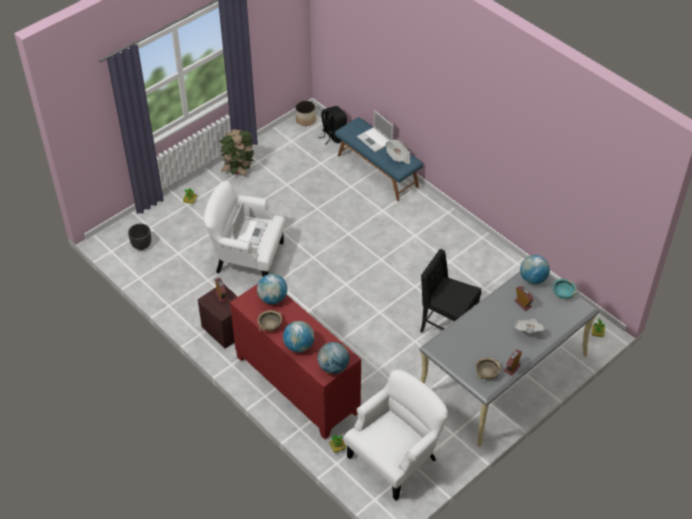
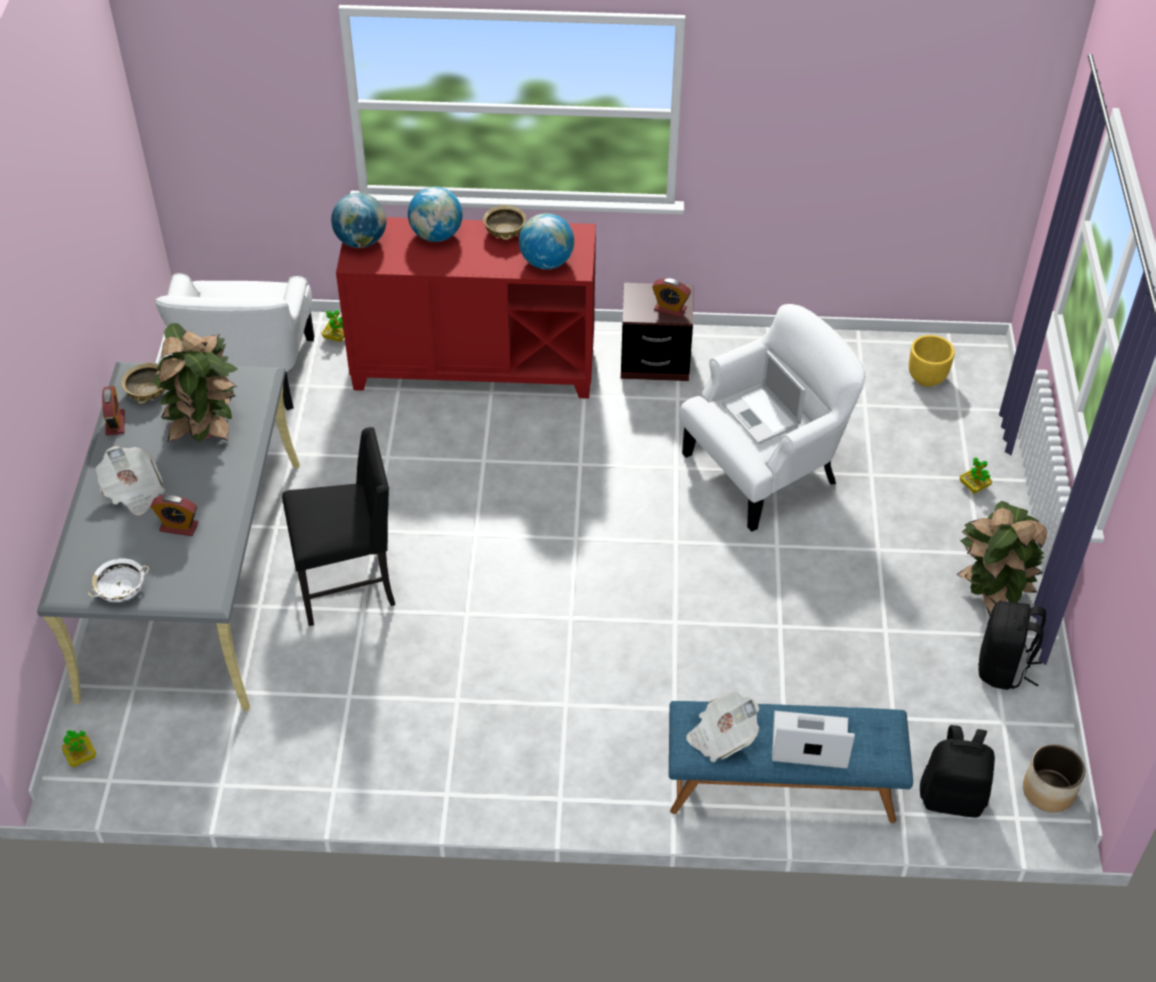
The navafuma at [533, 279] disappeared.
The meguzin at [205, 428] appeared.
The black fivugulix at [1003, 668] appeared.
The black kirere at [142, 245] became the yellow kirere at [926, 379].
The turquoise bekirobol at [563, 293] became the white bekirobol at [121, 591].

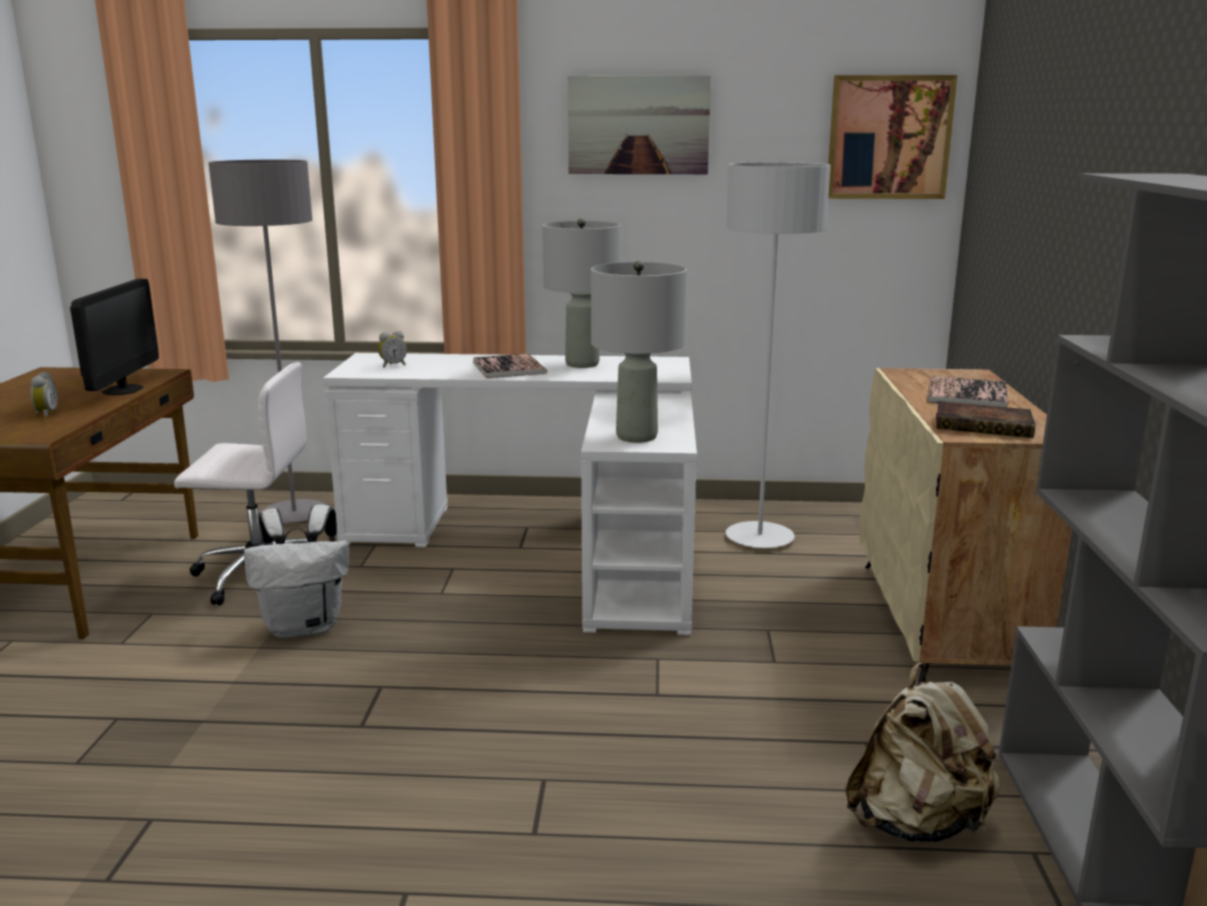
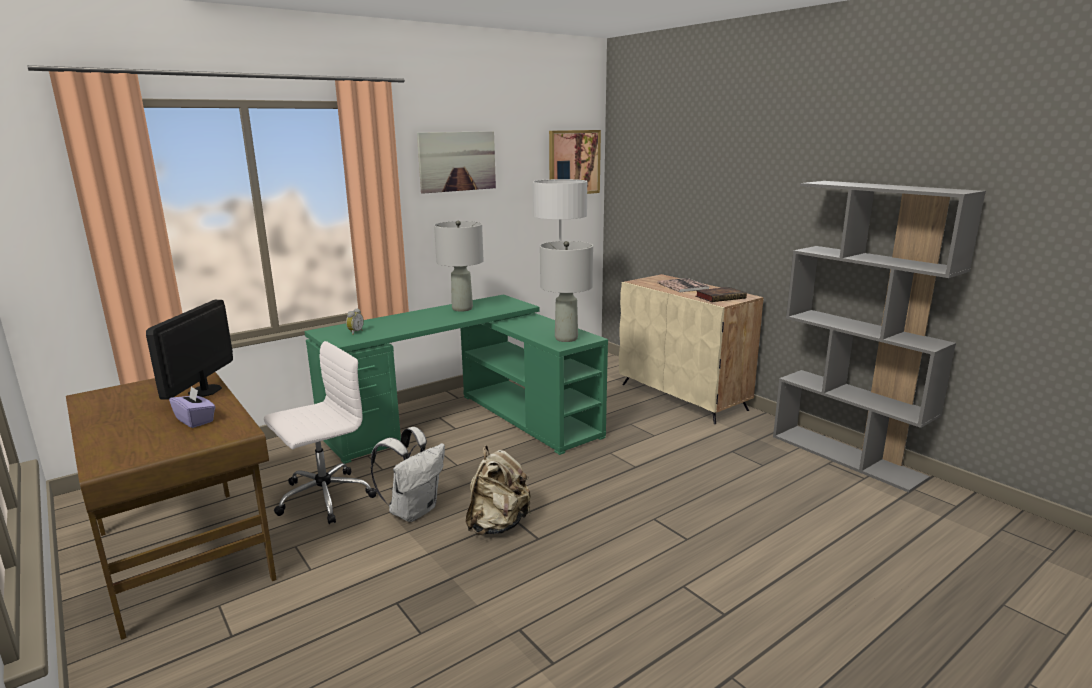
The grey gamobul at [294, 514] disappeared.
The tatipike at [509, 368] disappeared.
The beige fivugulix moved from [917, 823] to [498, 525].
The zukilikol at [45, 414] was replaced by the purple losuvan at [195, 420].
The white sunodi at [551, 544] became the green sunodi at [469, 421].
The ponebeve at [122, 390] turned 135 degrees counterclockwise.

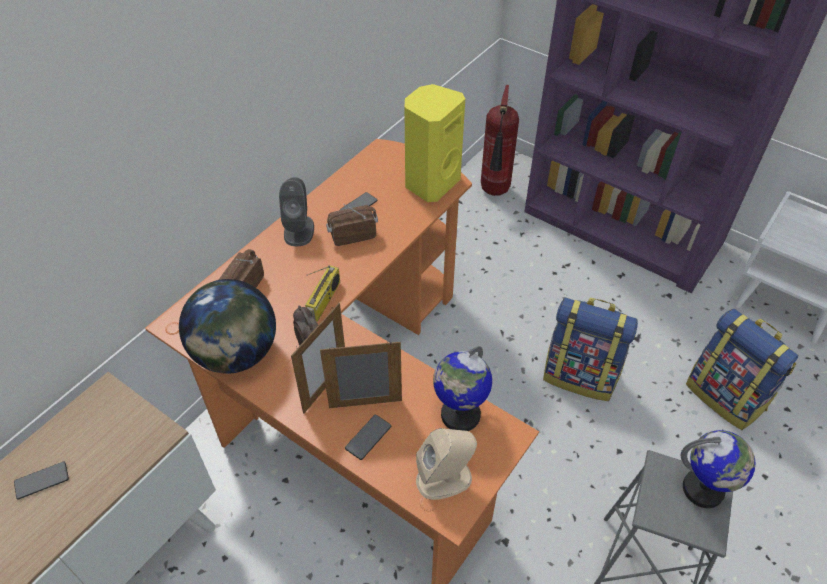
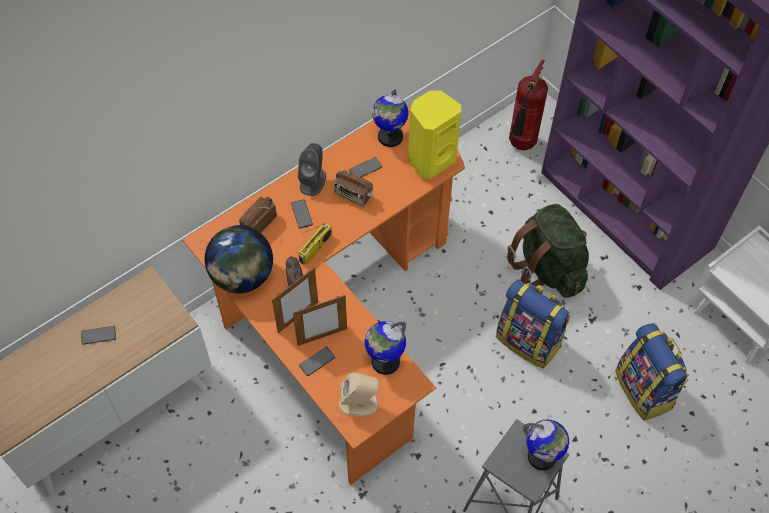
The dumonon at [301, 214] appeared.
The navafuma at [390, 137] appeared.
The green fivugulix at [548, 268] appeared.
The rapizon at [365, 404] turned 150 degrees clockwise.
The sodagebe at [353, 235] turned 150 degrees counterclockwise.

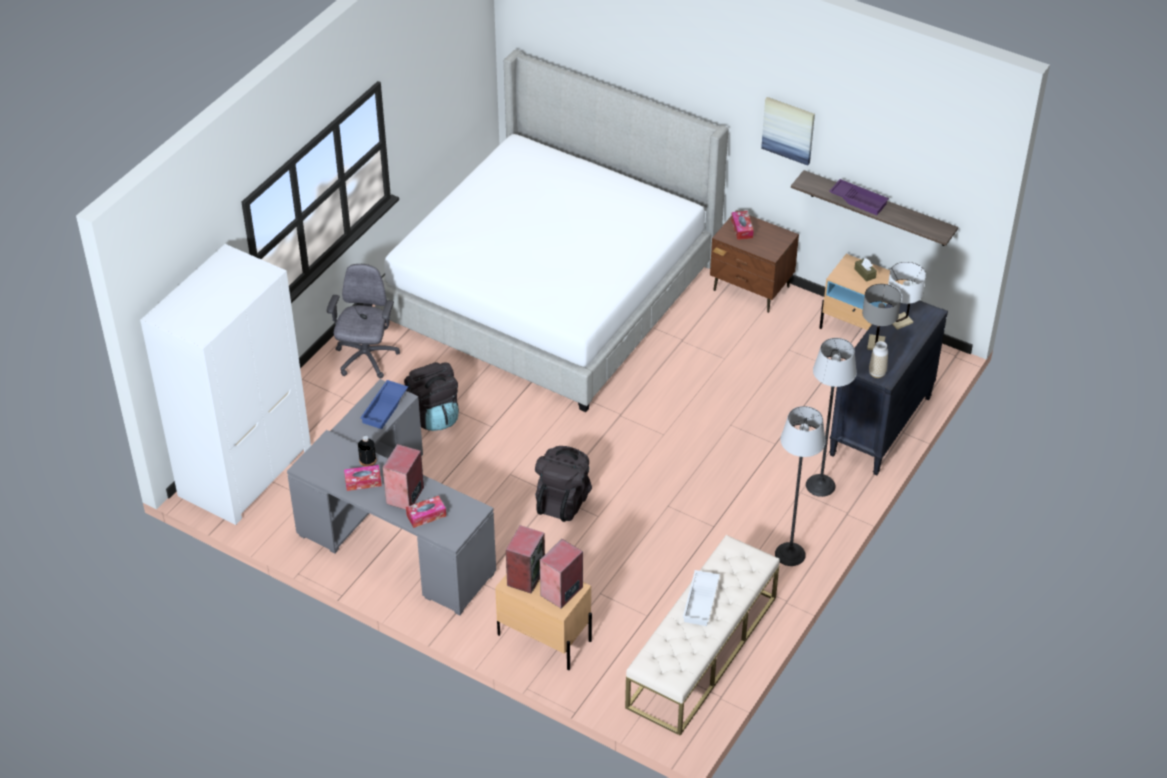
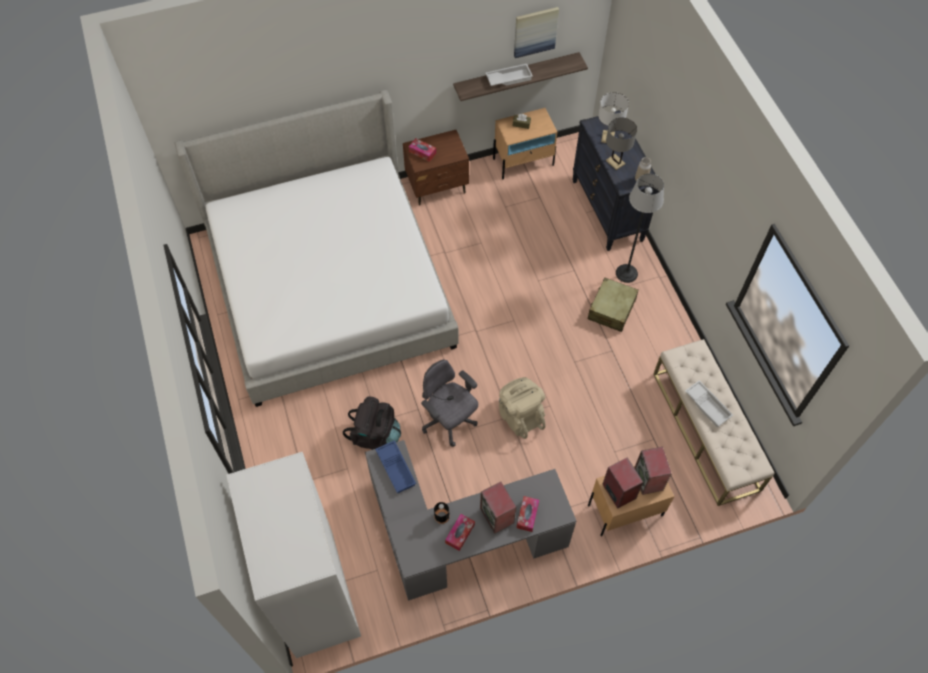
The gamobul at [790, 554] disappeared.
The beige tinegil at [611, 309] appeared.
The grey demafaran moved from [366, 359] to [449, 421].
The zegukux moved from [788, 130] to [535, 31].
The black fivugulix at [563, 501] became the beige fivugulix at [520, 415].
The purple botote at [859, 200] became the white botote at [509, 78].

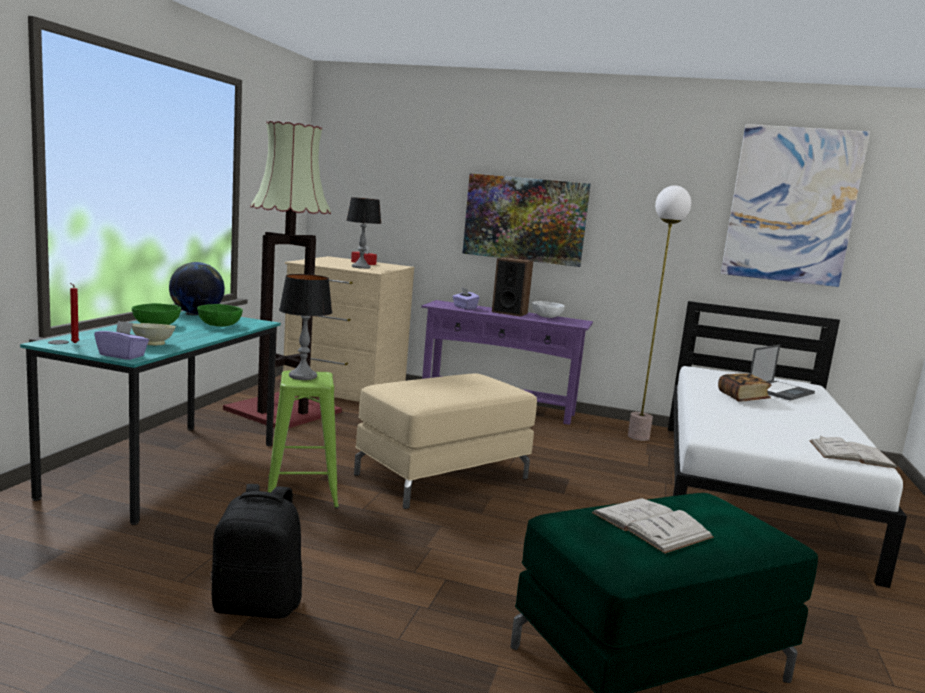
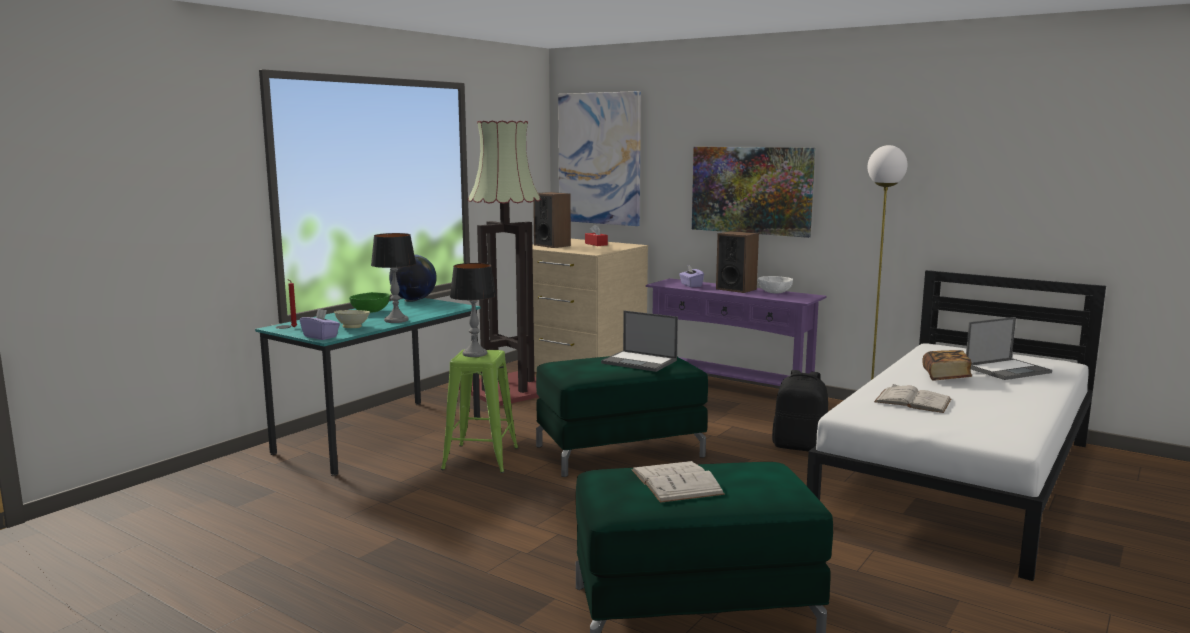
The green bekirobol at [219, 325] disappeared.
The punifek at [552, 245] appeared.
The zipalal at [640, 362] appeared.
The black fivugulix moved from [258, 605] to [800, 446].
The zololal moved from [361, 267] to [396, 320].
The zegukux moved from [791, 205] to [599, 158].
The white tatipike moved from [851, 454] to [913, 400].
The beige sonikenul at [442, 476] became the green sonikenul at [619, 451].

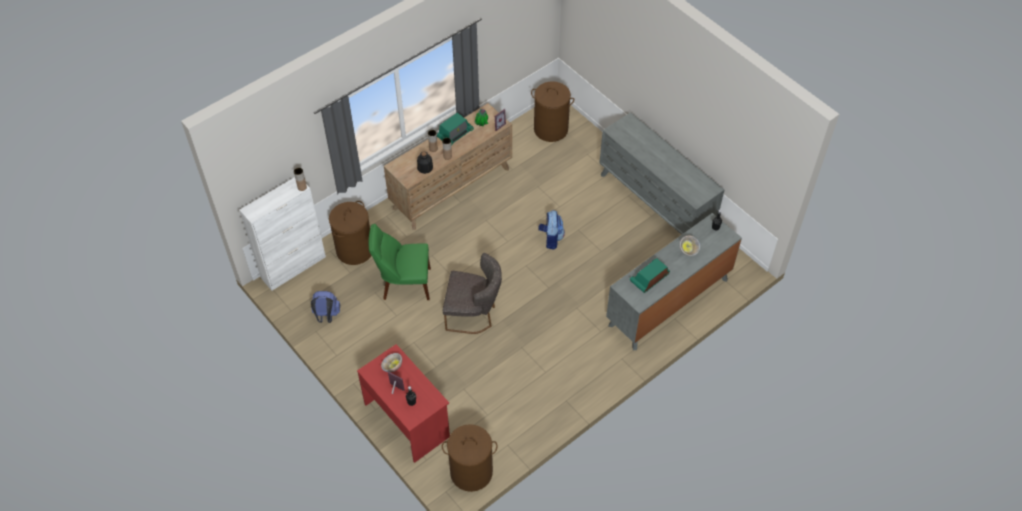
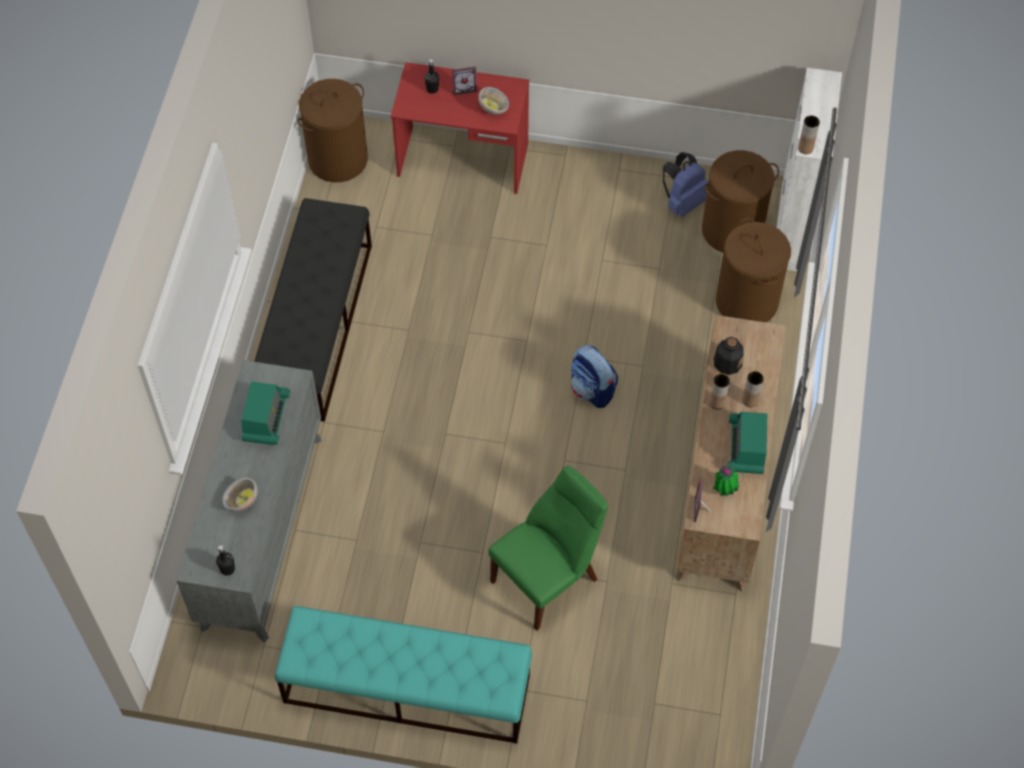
The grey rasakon at [473, 314] disappeared.
The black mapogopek at [317, 325] appeared.
The green rasakon moved from [404, 284] to [548, 578].
The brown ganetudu moved from [551, 129] to [732, 230].
The fivugulix moved from [551, 238] to [592, 390].
The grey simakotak at [655, 202] was replaced by the turquoise mapogopek at [406, 689].

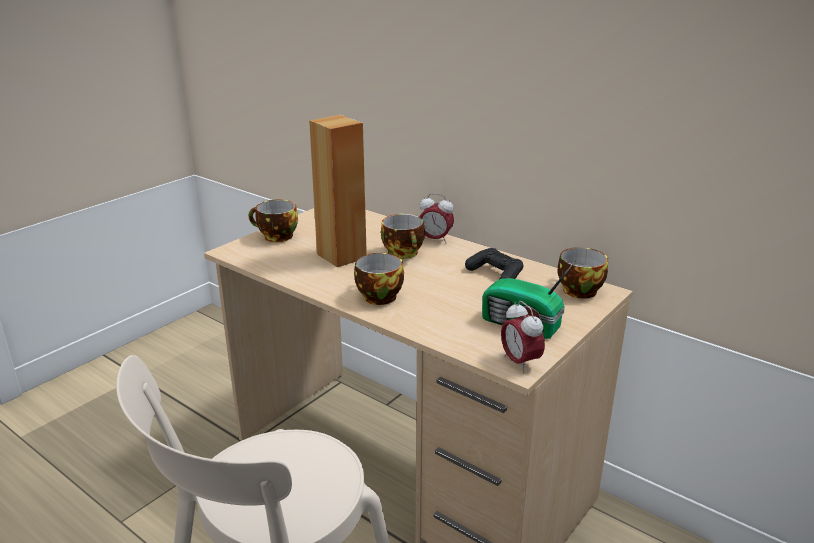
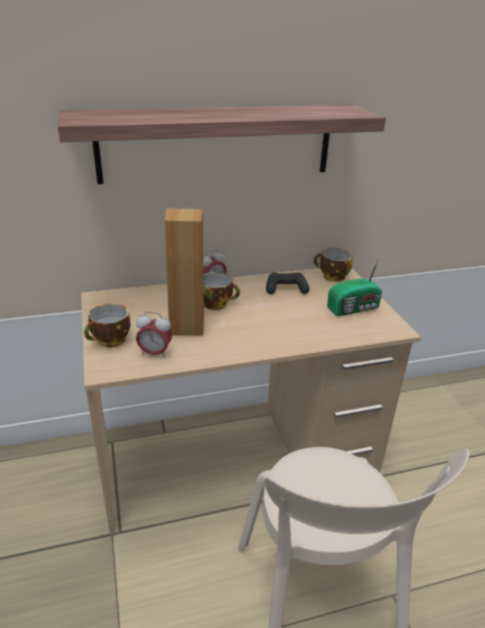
The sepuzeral at [377, 296] disappeared.
The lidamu at [217, 143] appeared.
The zukilikol moved from [520, 362] to [155, 353].

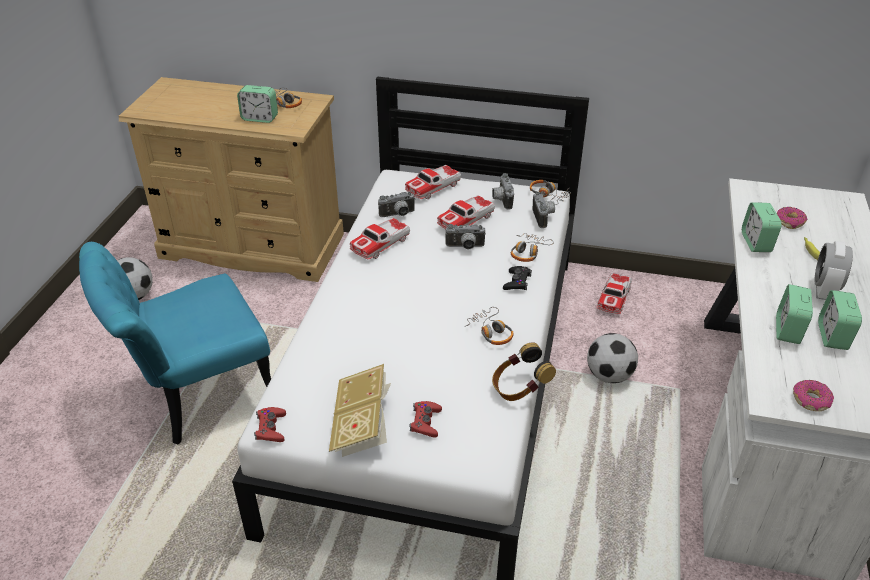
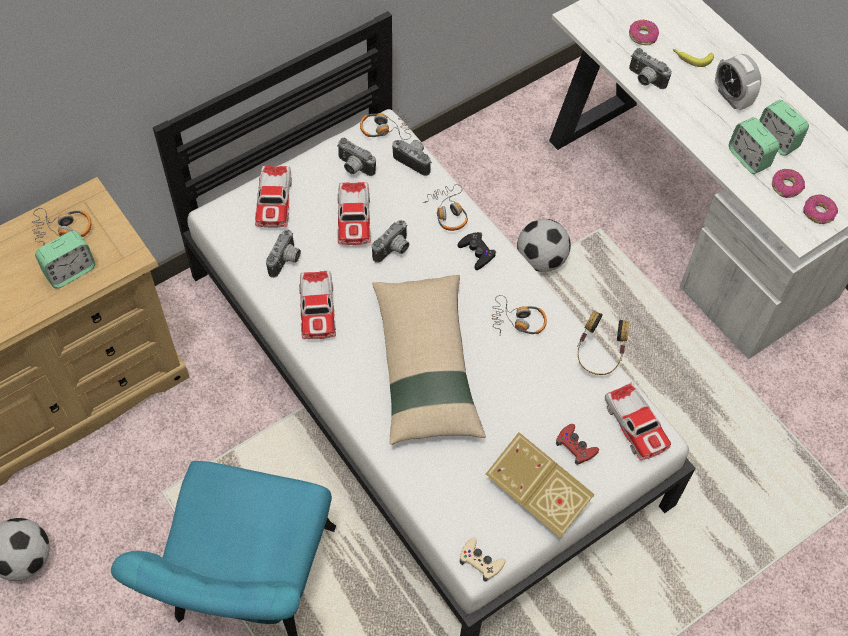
The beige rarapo at [426, 367] appeared.
The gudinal at [786, 187] appeared.
The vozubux moved from [613, 298] to [635, 424].
The zukilikol at [756, 242] was replaced by the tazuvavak at [644, 80].
The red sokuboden at [271, 428] became the beige sokuboden at [480, 561].

